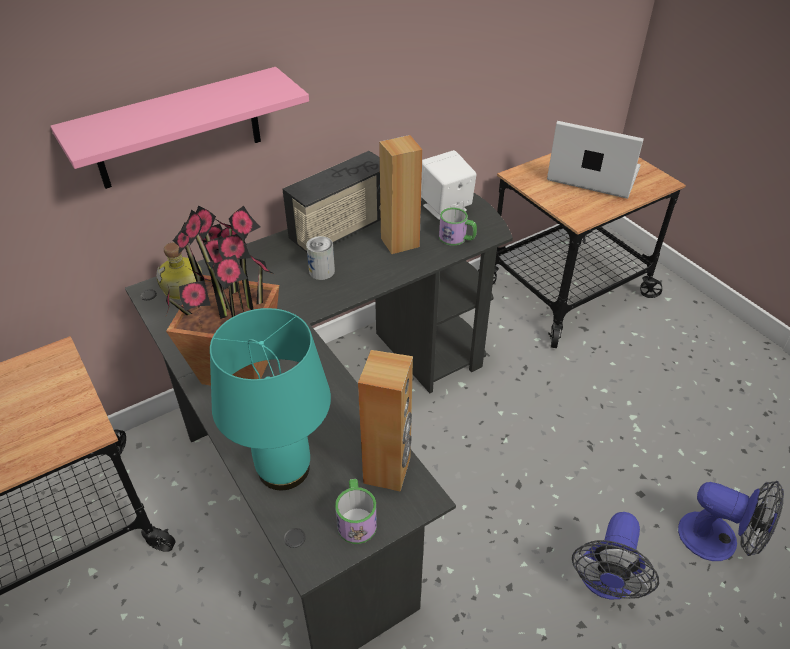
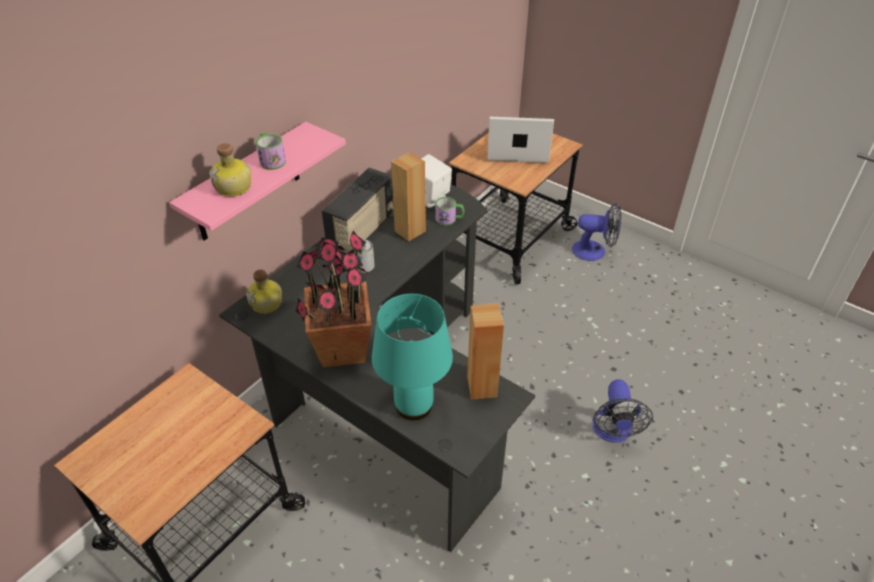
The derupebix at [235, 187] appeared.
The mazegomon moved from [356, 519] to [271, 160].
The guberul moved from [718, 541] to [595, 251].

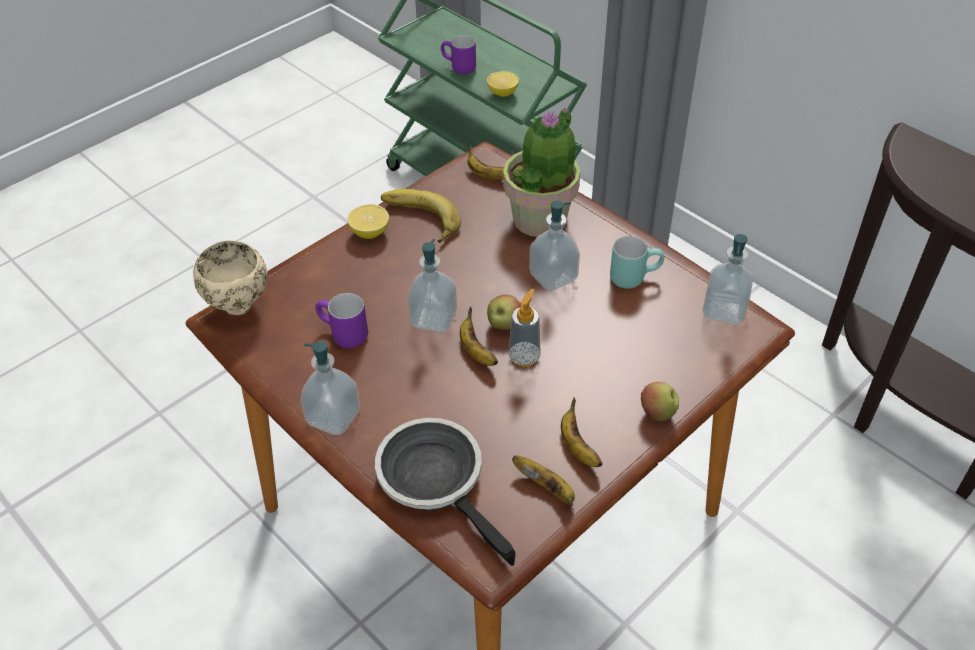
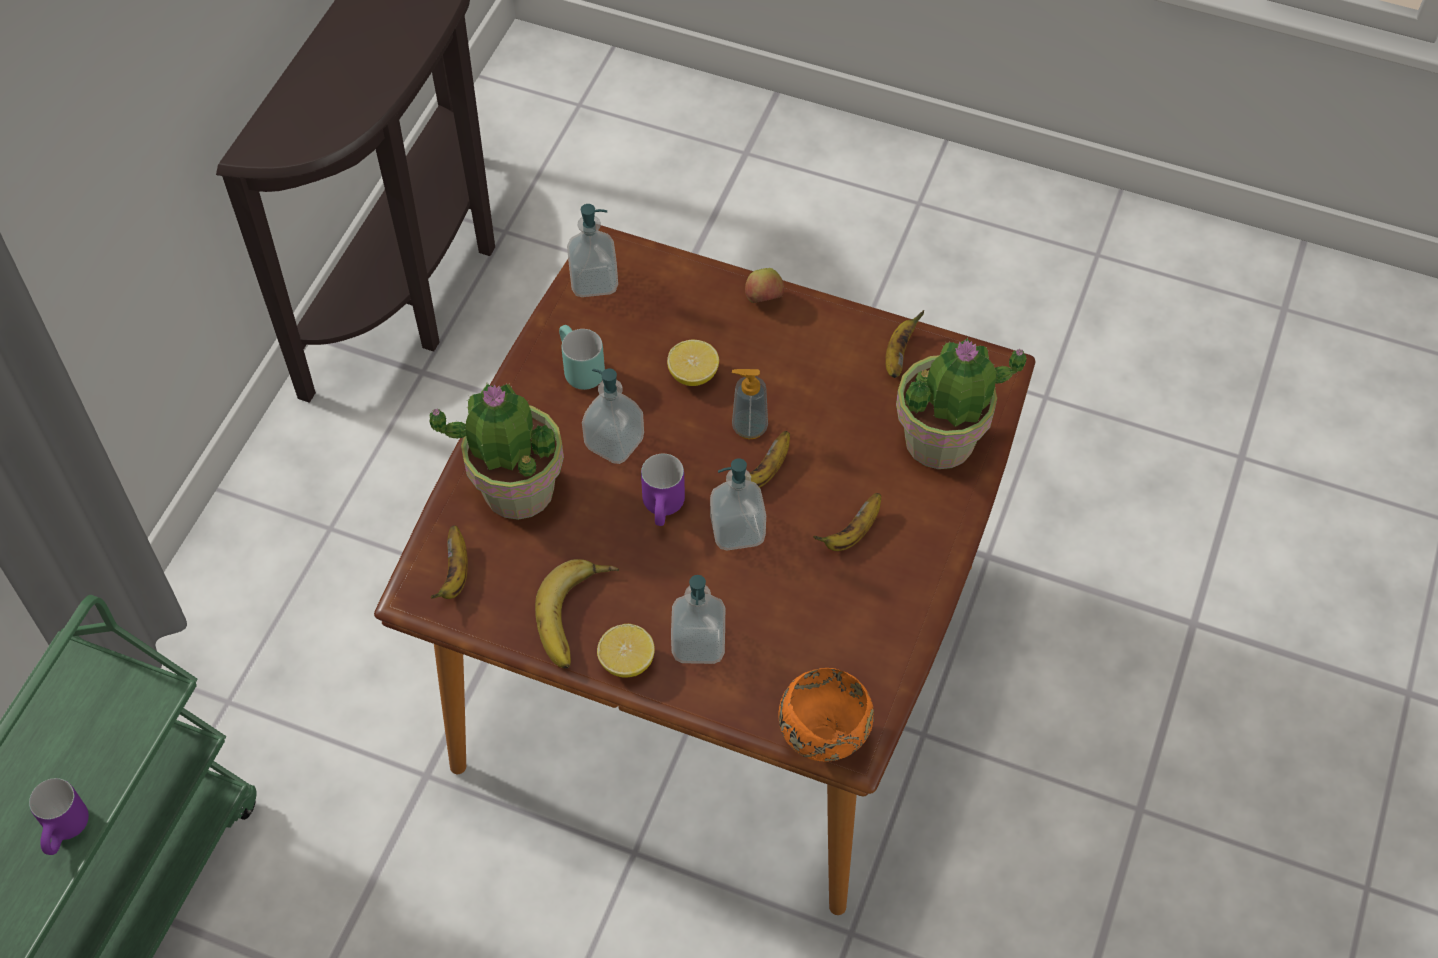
The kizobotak at [504, 325] disappeared.
The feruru moved from [333, 417] to [698, 643].
The purple mazegomon moved from [342, 335] to [666, 509].
The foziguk moved from [502, 93] to [693, 375].
The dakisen moved from [577, 447] to [852, 533].
The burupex at [437, 480] was replaced by the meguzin at [941, 441].
The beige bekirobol at [239, 307] became the orange bekirobol at [824, 738].

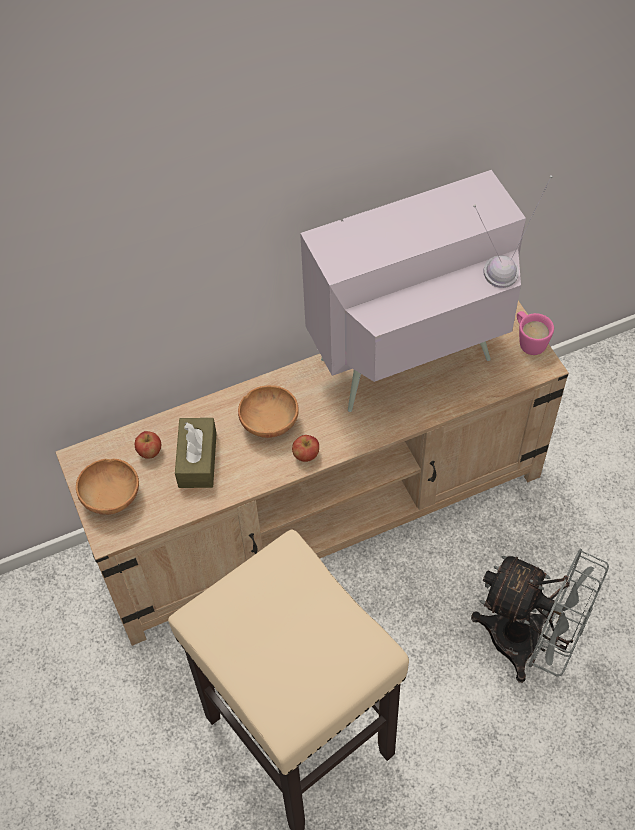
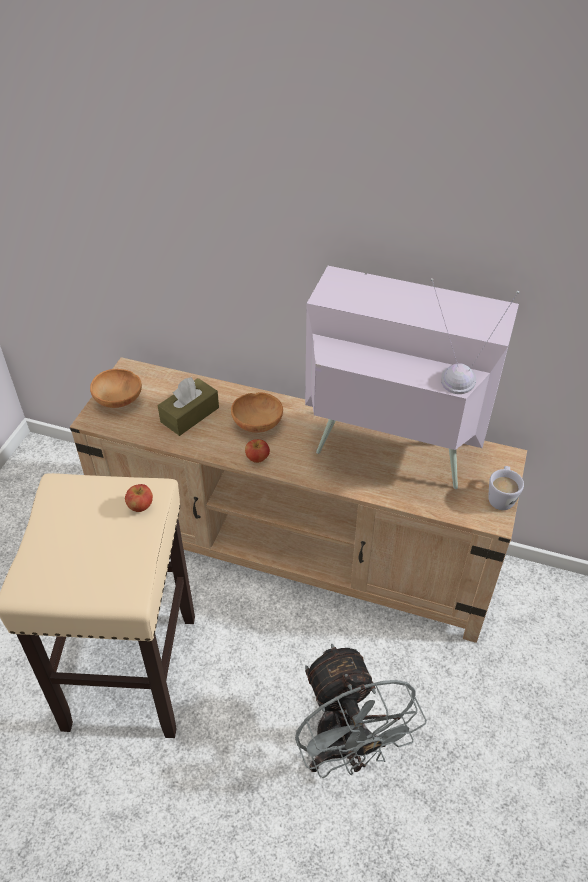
The kizobotak moved from [149, 452] to [140, 506].
The pink mazegomon at [528, 341] became the white mazegomon at [501, 497].

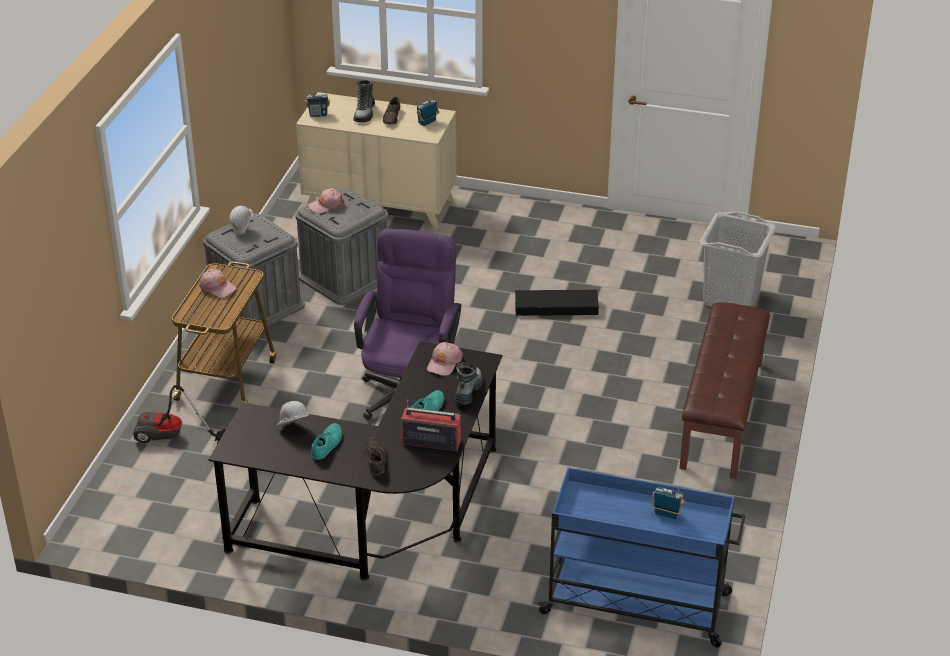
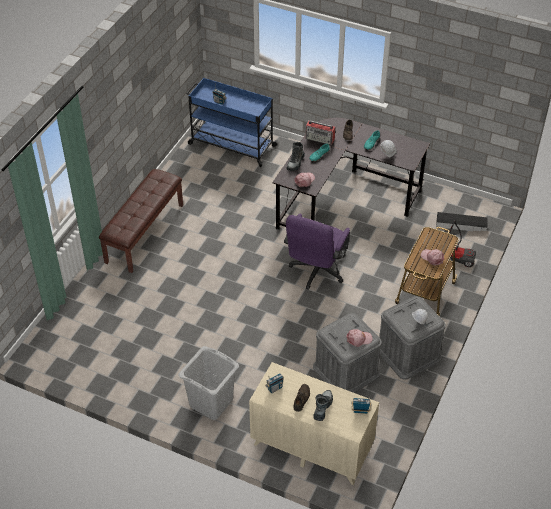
The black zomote moved from [556, 307] to [461, 224].
The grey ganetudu moved from [731, 298] to [210, 402].

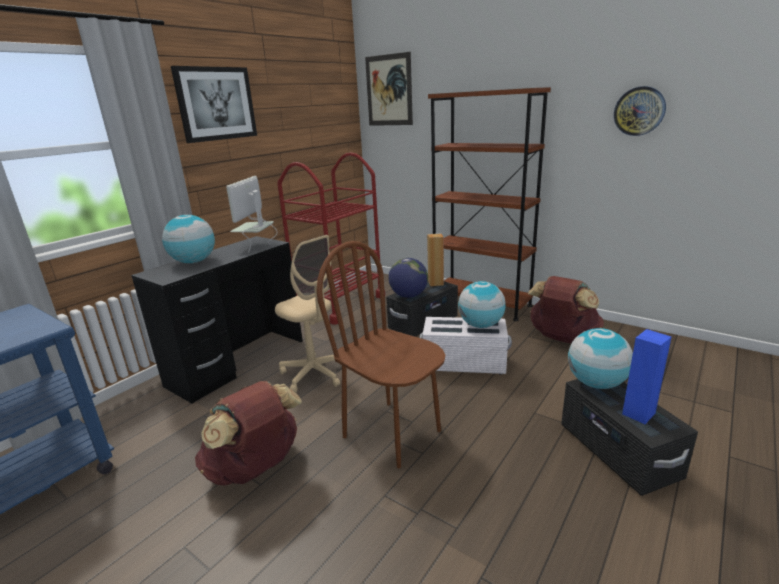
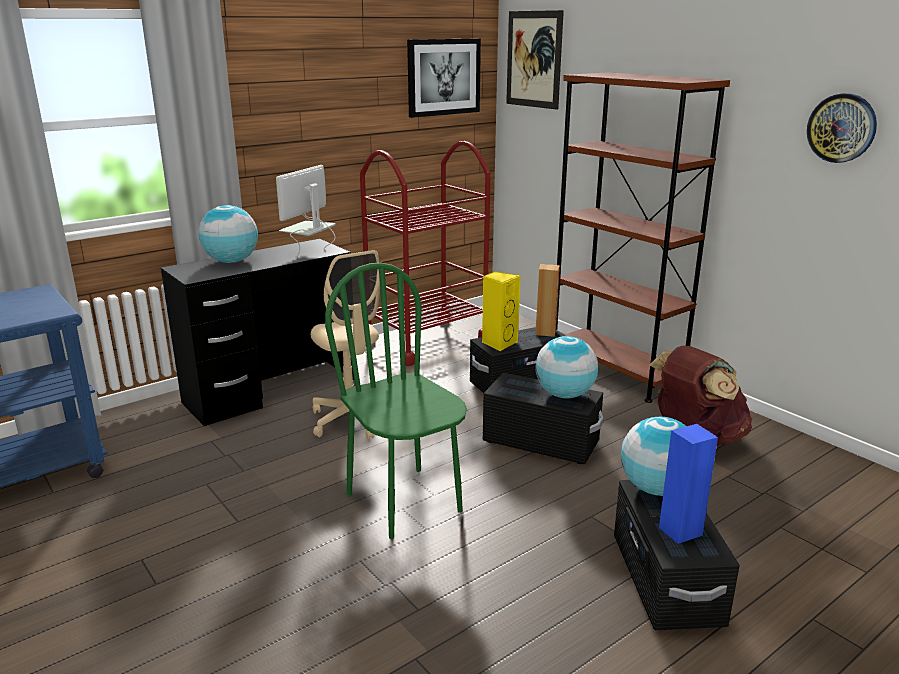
The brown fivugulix at [256, 468] disappeared.
The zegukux moved from [216, 104] to [443, 77].
The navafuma at [408, 296] was replaced by the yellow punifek at [499, 343].
The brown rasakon at [392, 433] became the green rasakon at [404, 502].
The white zomote at [464, 363] became the black zomote at [540, 442].

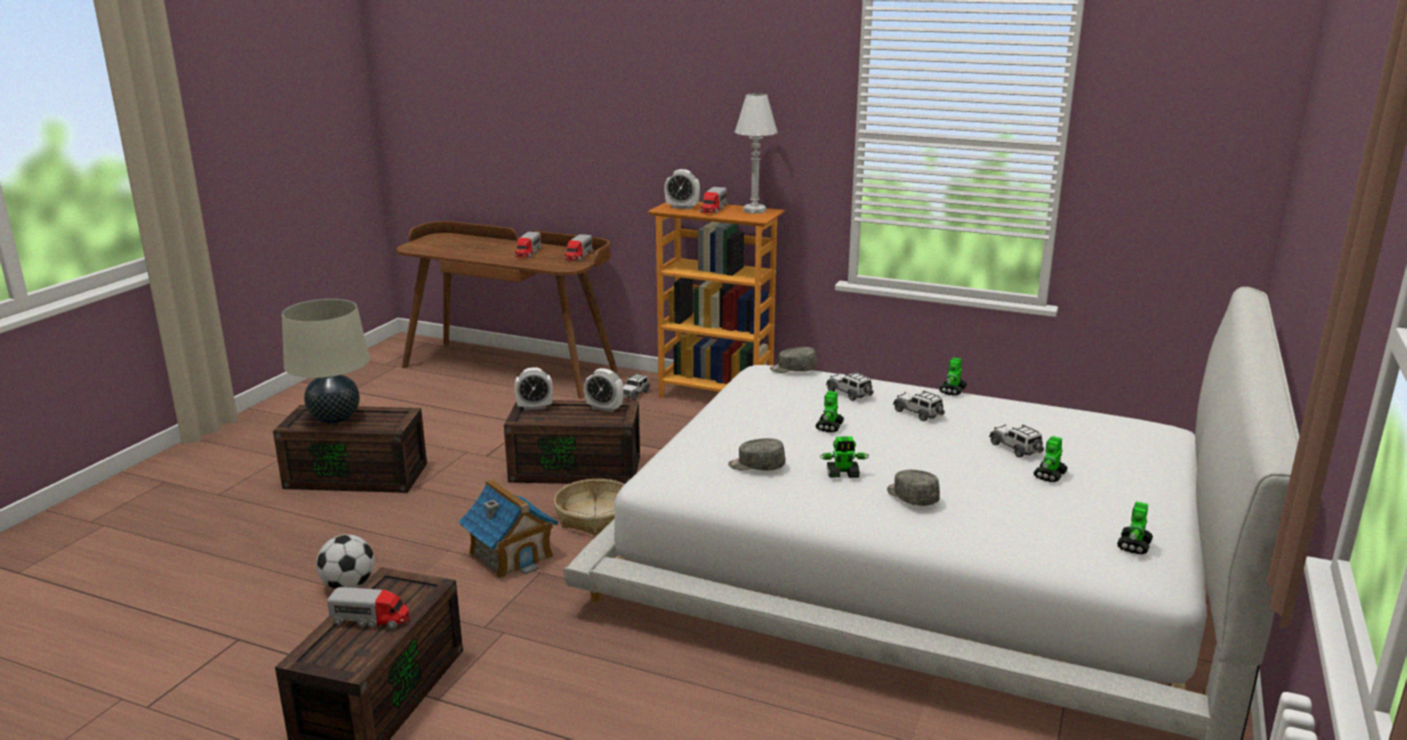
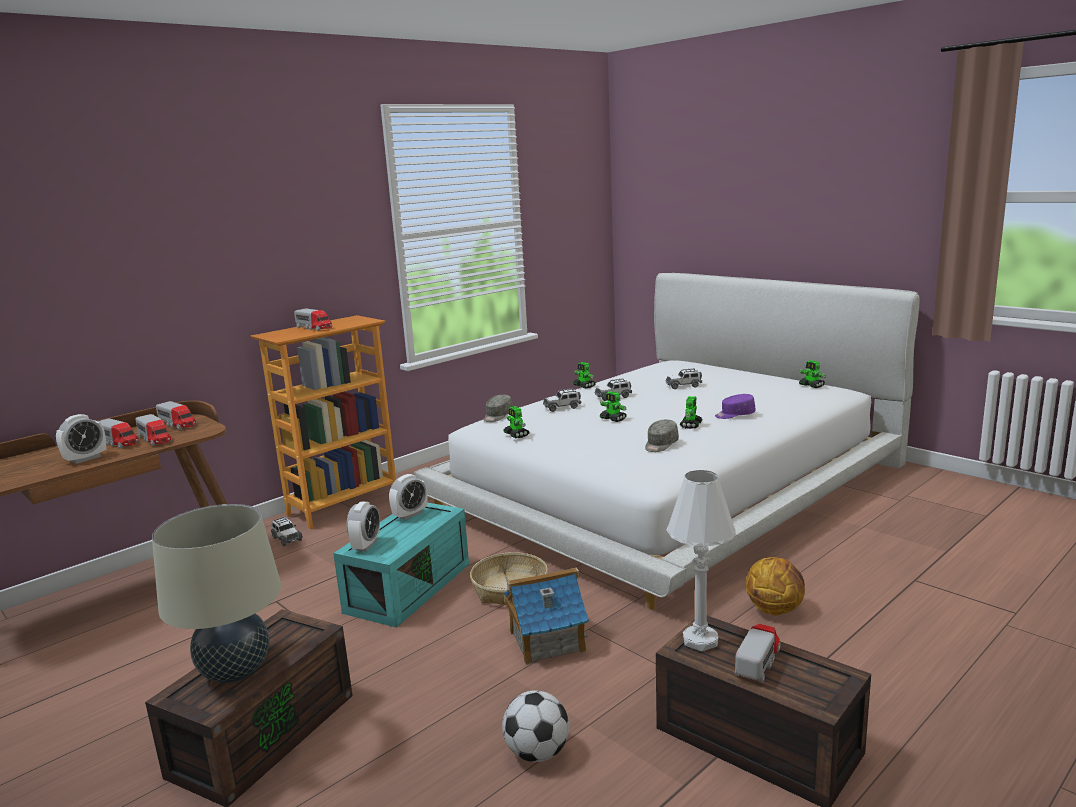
The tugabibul at [155, 439] appeared.
The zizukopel at [775, 609] appeared.
The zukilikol moved from [682, 207] to [86, 459].
The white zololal moved from [754, 211] to [700, 640].
The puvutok moved from [1049, 475] to [516, 435].
The brown zomote at [577, 468] became the turquoise zomote at [408, 586].
The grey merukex at [911, 497] became the purple merukex at [734, 415].

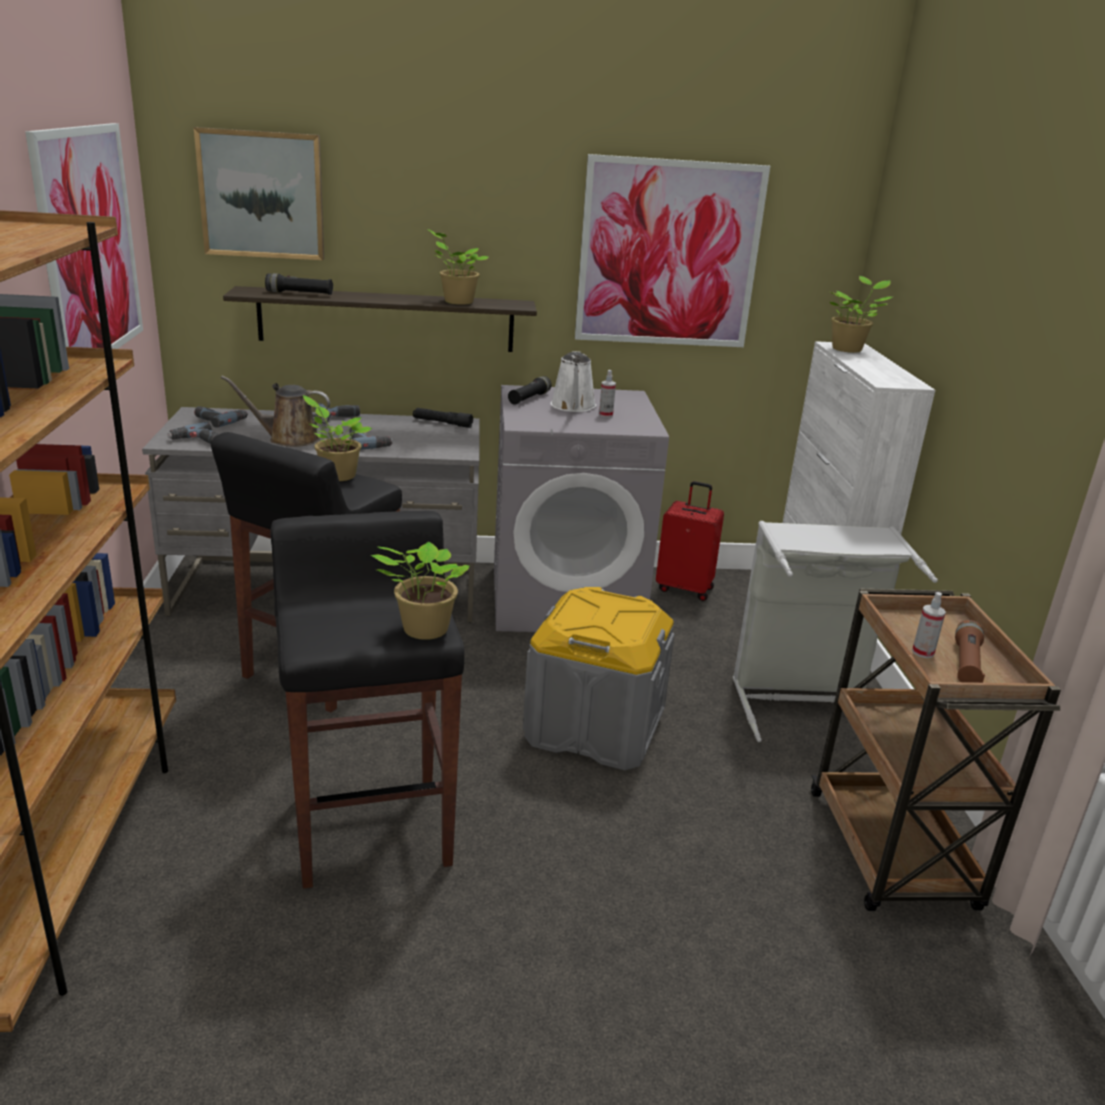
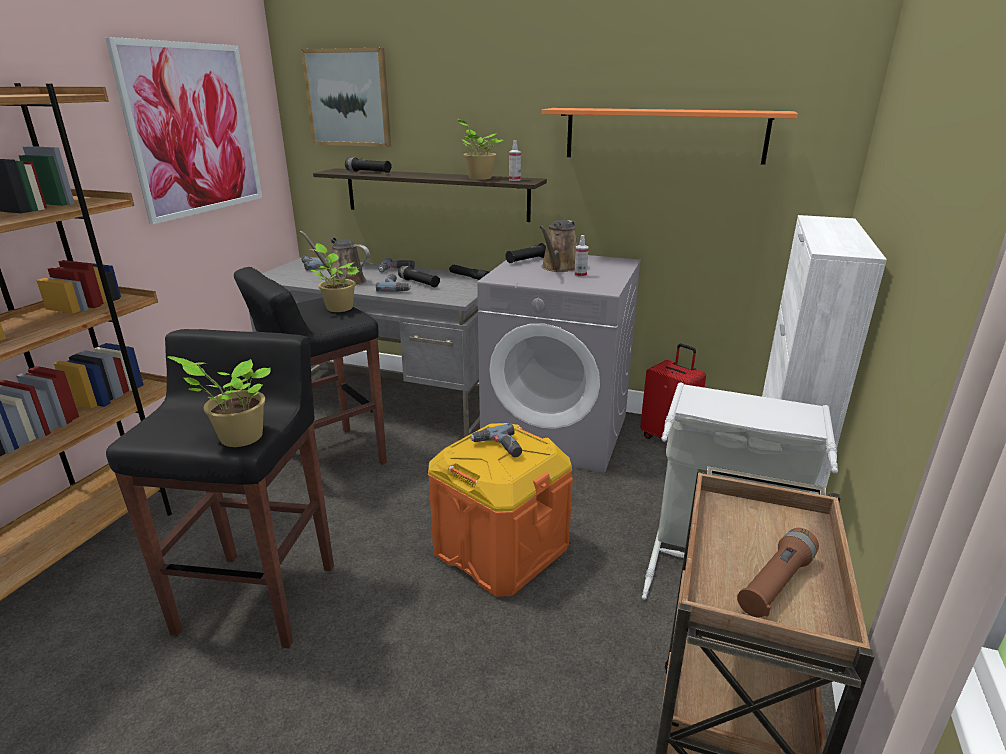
The meguzin at [848, 349] disappeared.
The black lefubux at [419, 283] appeared.
The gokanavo moved from [197, 441] to [498, 447].
The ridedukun moved from [923, 652] to [514, 180].
The zegukux at [668, 254] was replaced by the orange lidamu at [664, 135].
The grey zomote at [594, 727] became the orange zomote at [499, 549].
The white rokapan at [573, 407] became the brown rokapan at [559, 268].

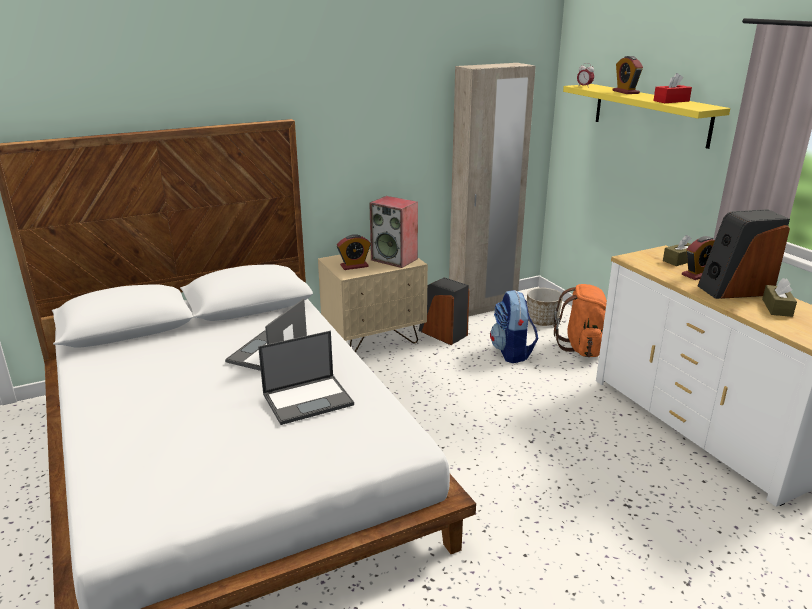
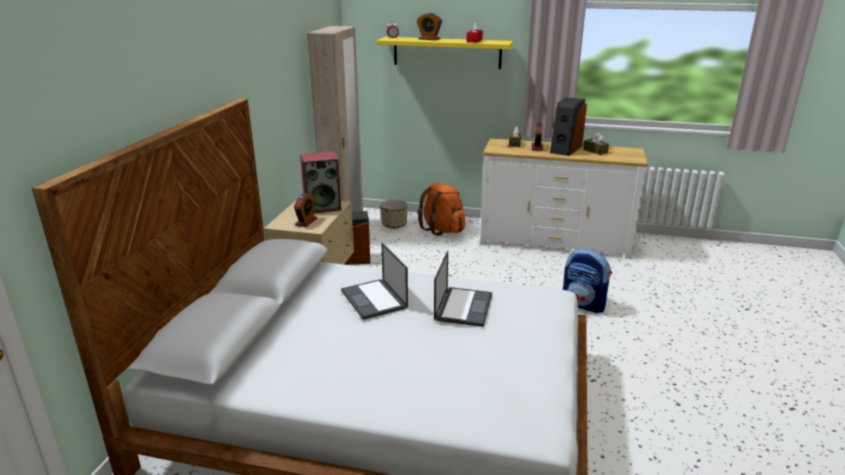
The fivugulix moved from [512, 352] to [584, 304].

